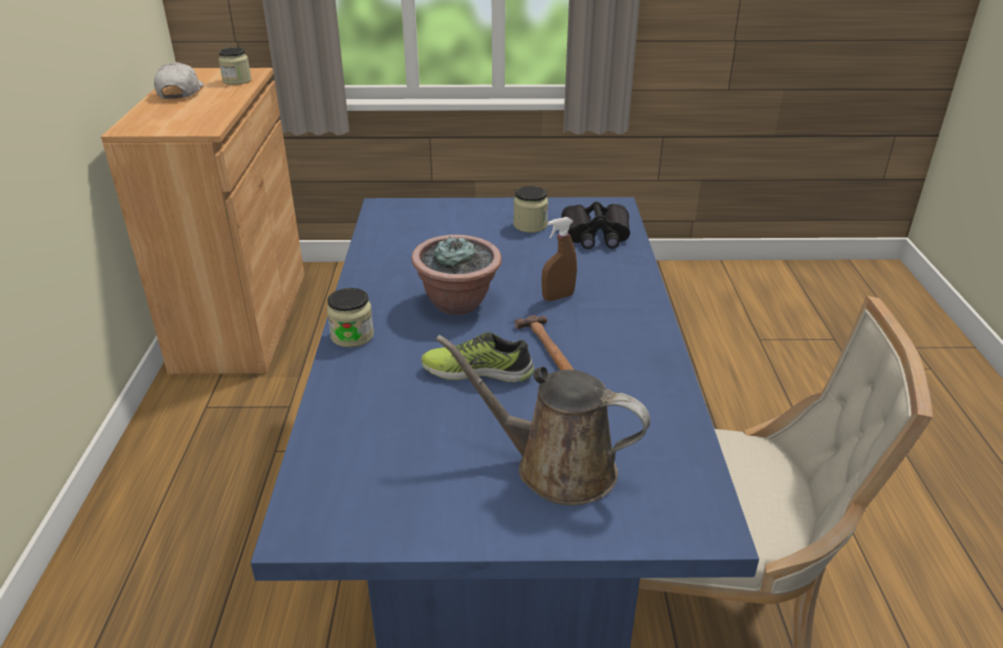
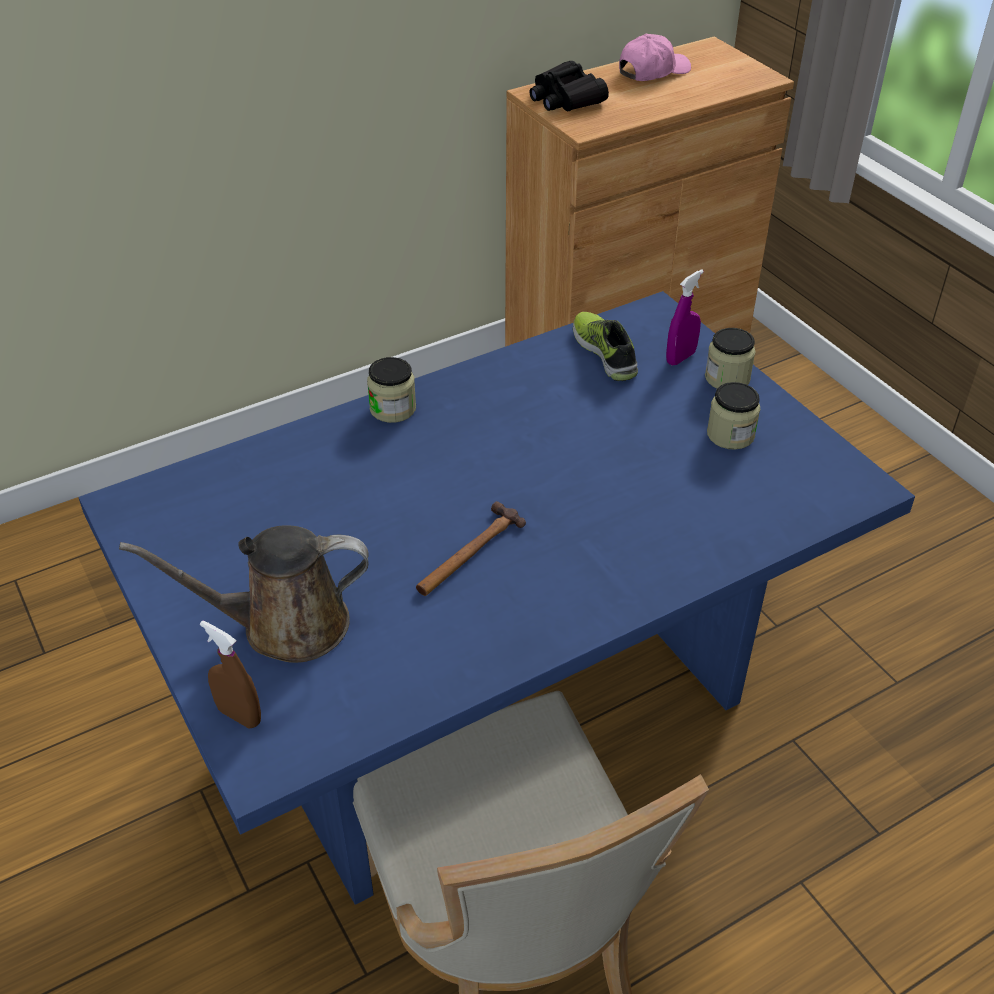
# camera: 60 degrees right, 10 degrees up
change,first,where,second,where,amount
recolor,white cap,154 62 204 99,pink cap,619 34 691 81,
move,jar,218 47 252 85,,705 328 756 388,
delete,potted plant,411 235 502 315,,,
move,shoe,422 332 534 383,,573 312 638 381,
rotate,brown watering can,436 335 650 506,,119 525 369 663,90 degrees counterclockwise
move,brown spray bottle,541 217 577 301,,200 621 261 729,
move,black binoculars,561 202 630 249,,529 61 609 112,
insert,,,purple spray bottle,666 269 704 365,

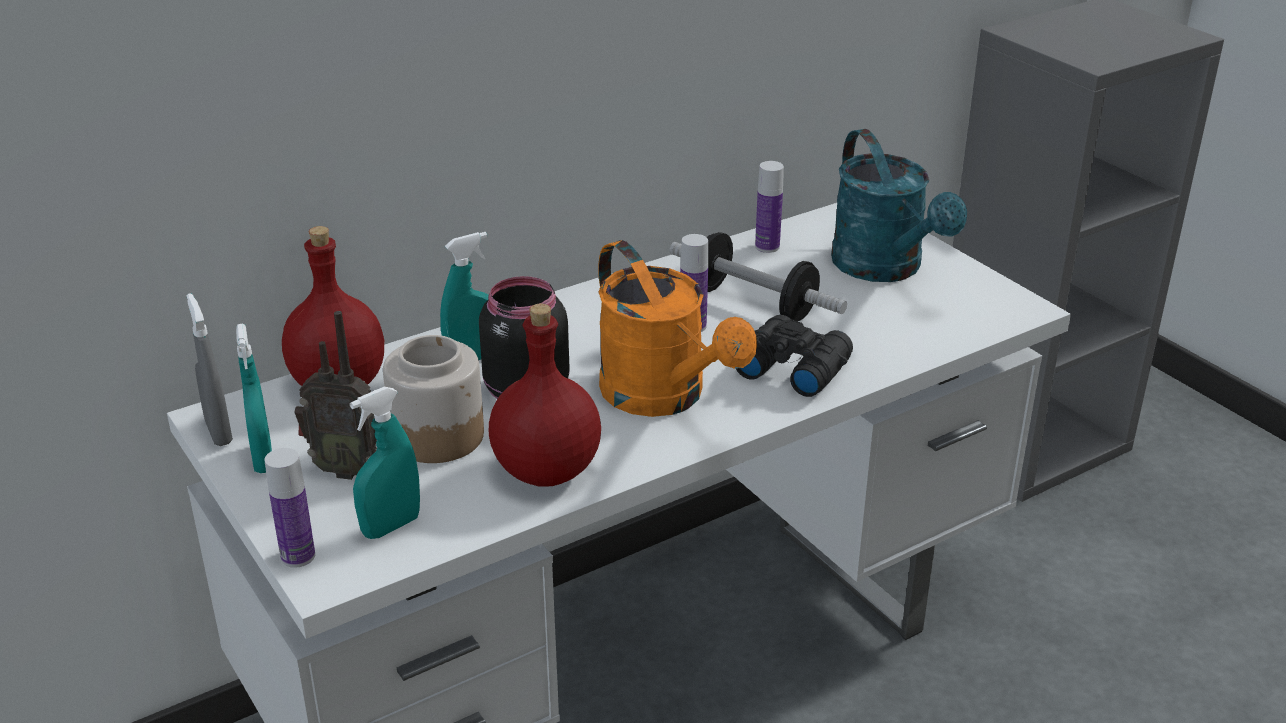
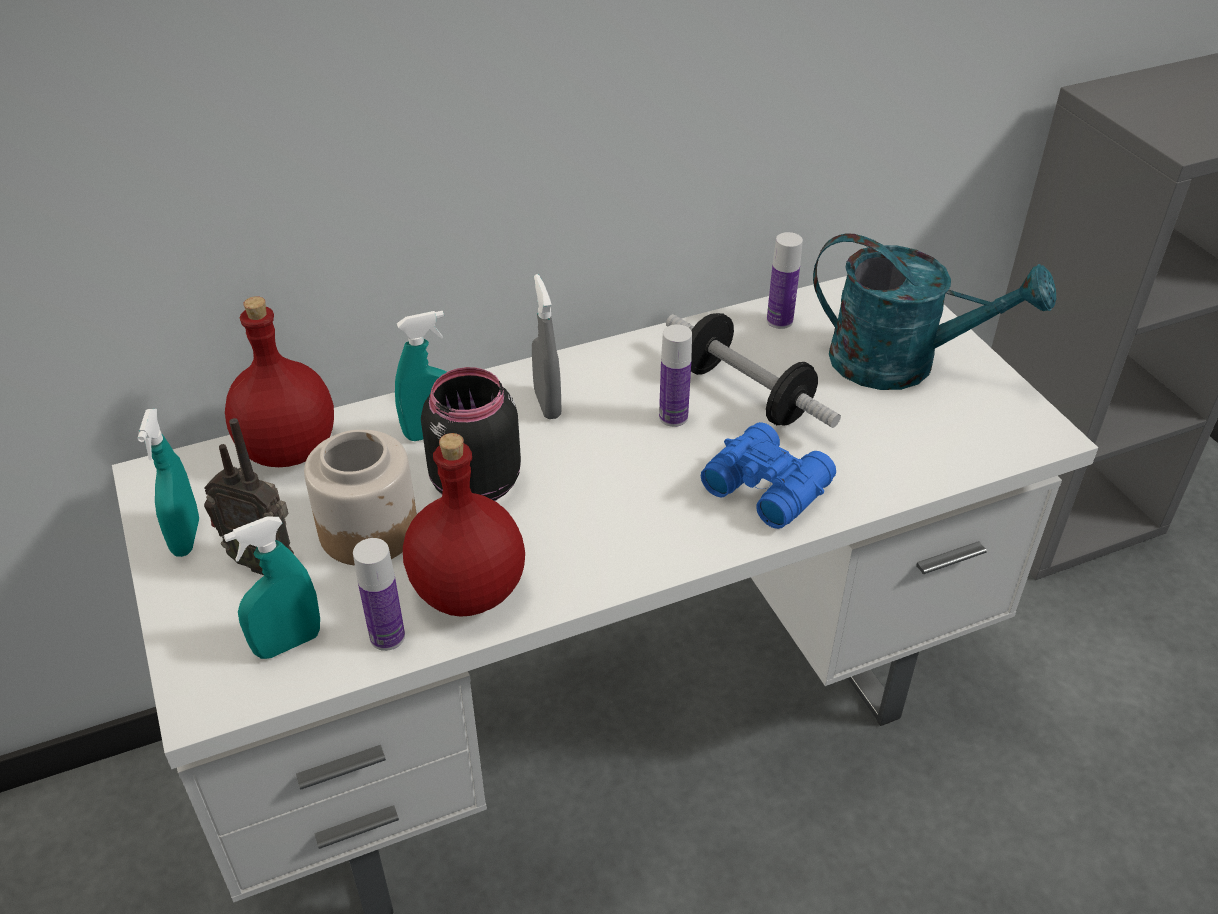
# camera: 10 degrees right, 10 degrees up
change,first,where,second,where,amount
move,grey spray bottle,187 293 233 446,,532 274 561 419,
move,bottle,264 448 315 568,,353 538 405 651,
delete,orange watering can,598 240 757 417,,,
recolor,black binoculars,736 315 853 397,blue binoculars,701 422 836 529,
rotate,turquoise watering can,831 129 967 282,,813 234 1056 390,60 degrees counterclockwise

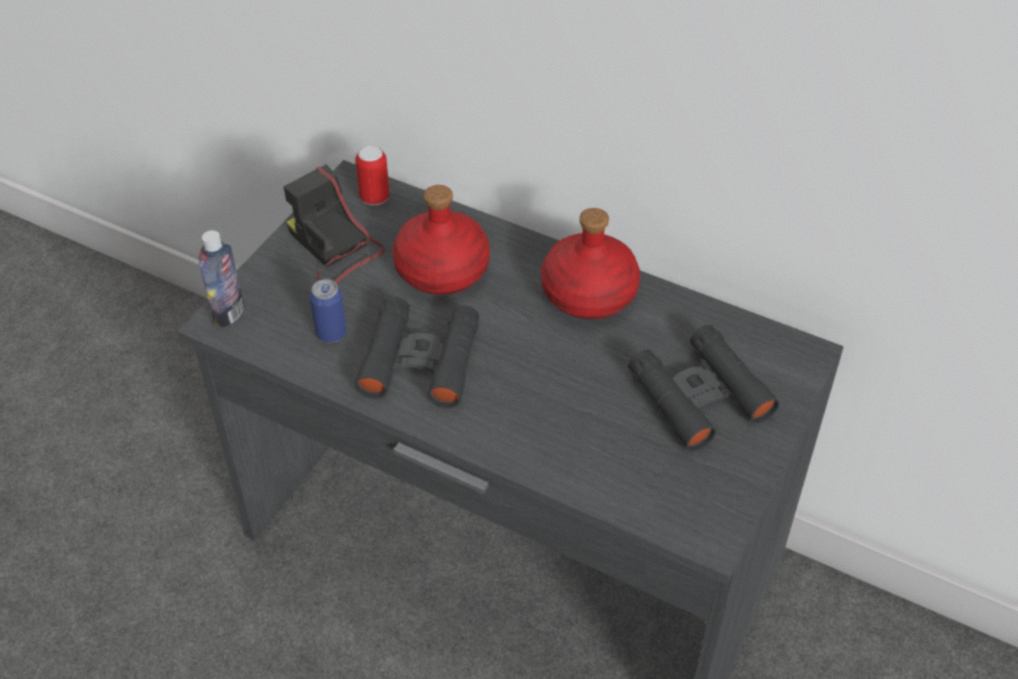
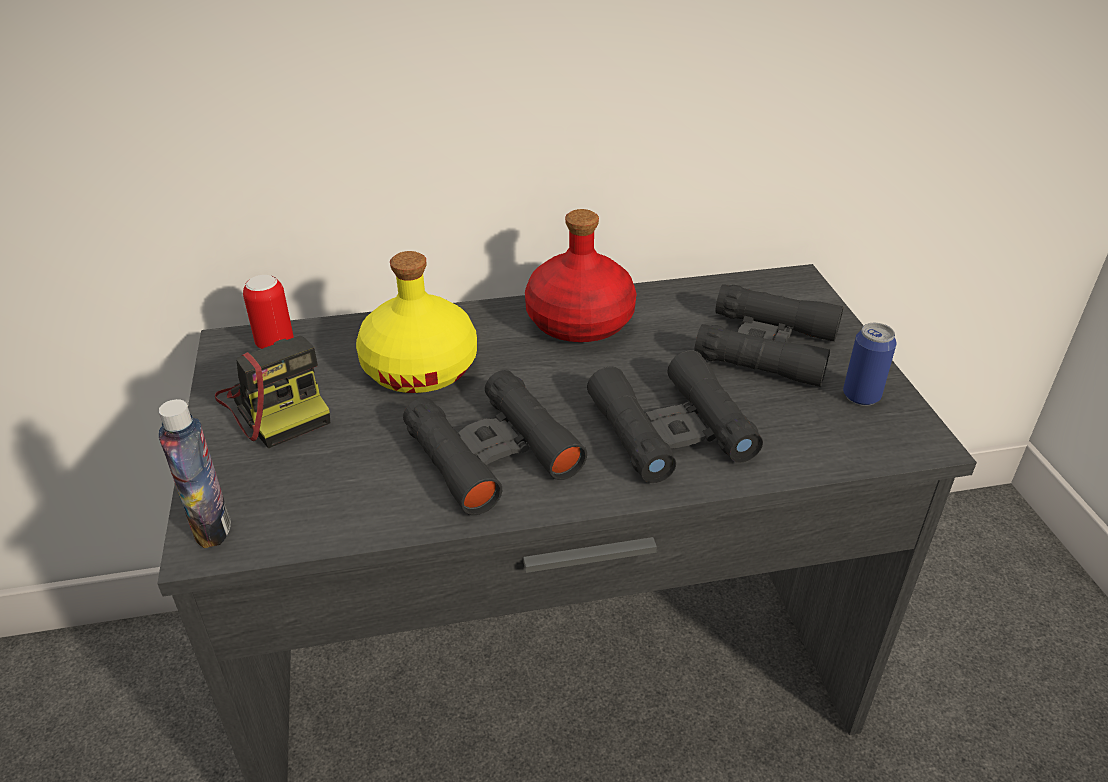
# camera: 40 degrees left, 10 degrees down
change,first,where,second,where,amount
rotate,photo camera,283 165 385 284,,215 336 330 448,135 degrees counterclockwise
move,can,310 279 347 343,,843 323 897 406,
recolor,red bottle,393 185 490 295,yellow bottle,356 251 477 393,
insert,,,black binoculars,587 350 763 483,

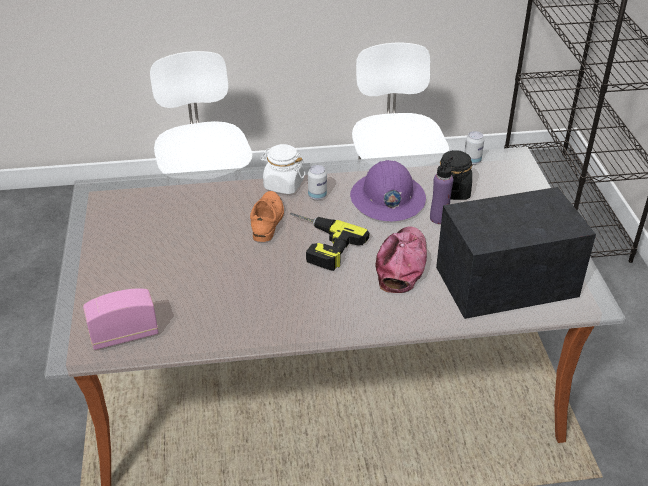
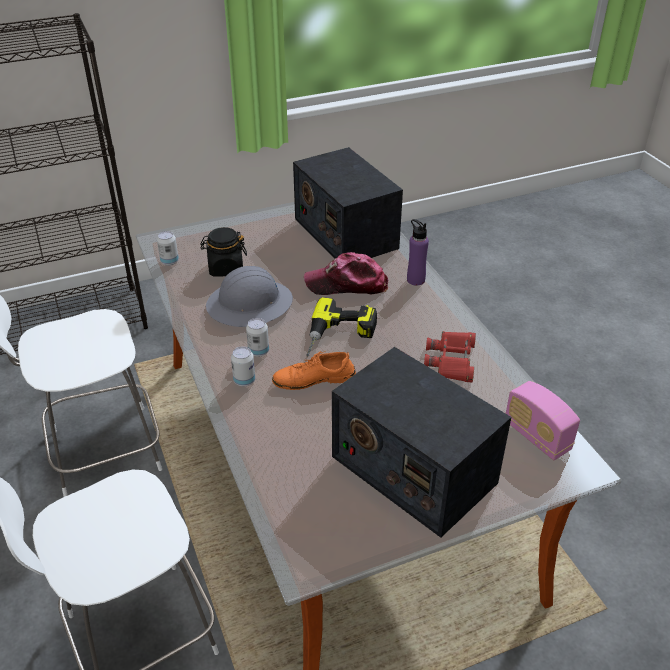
# camera: 105 degrees left, 0 degrees up
change,first,where,second,where,amount
replace,white jar,260 144 305 194,can,231 346 255 386,
recolor,purple hard hat,350 160 426 221,grey hard hat,206 266 293 327,
move,purple bottle,430 157 453 224,,407 219 429 286,
insert,,,radio,332 347 511 538,
insert,,,red binoculars,424 331 476 382,

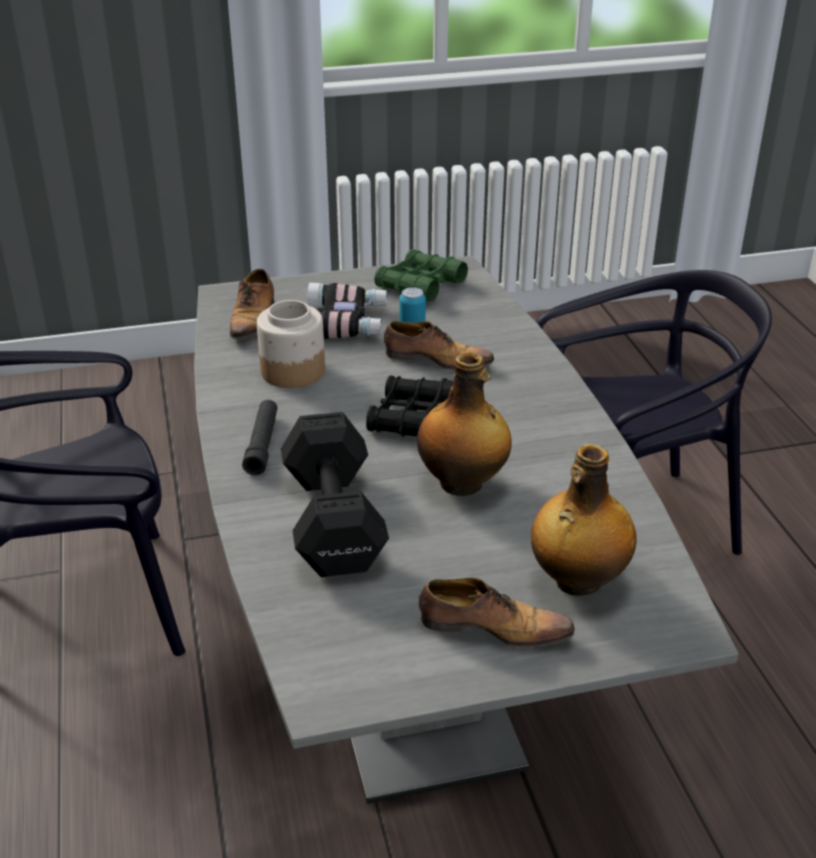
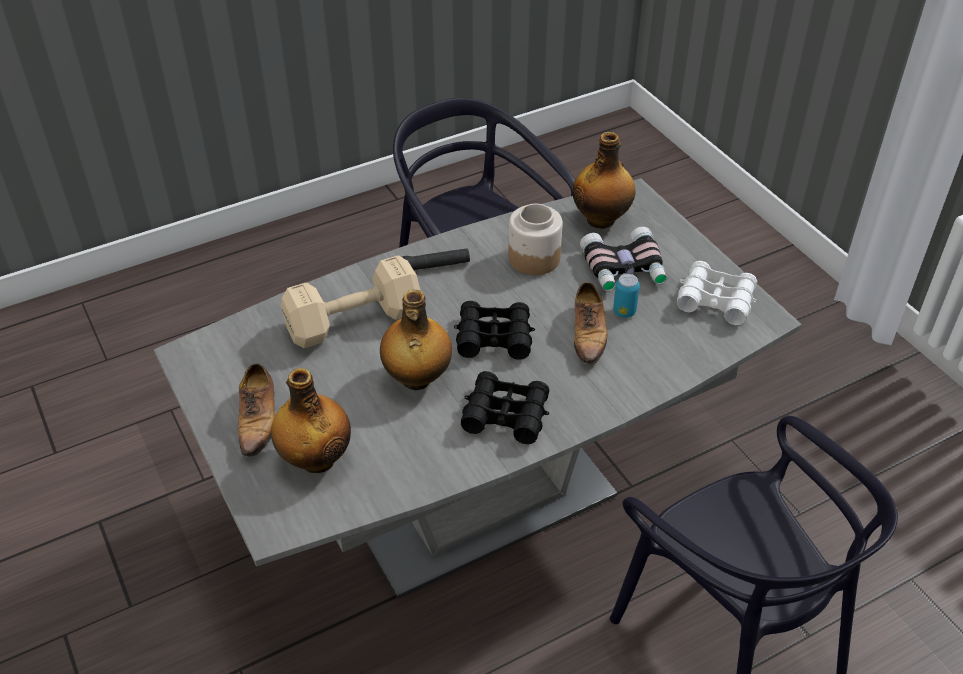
# camera: 75 degrees right, 10 degrees up
change,first,where,second,where,amount
replace,shoe,230 269 274 339,bottle,573 132 635 229,
recolor,black dumbbell,281 412 389 577,beige dumbbell,281 255 420 348,
recolor,green binoculars,374 249 468 302,white binoculars,677 261 757 325,
insert,,,black binoculars,461 371 549 444,

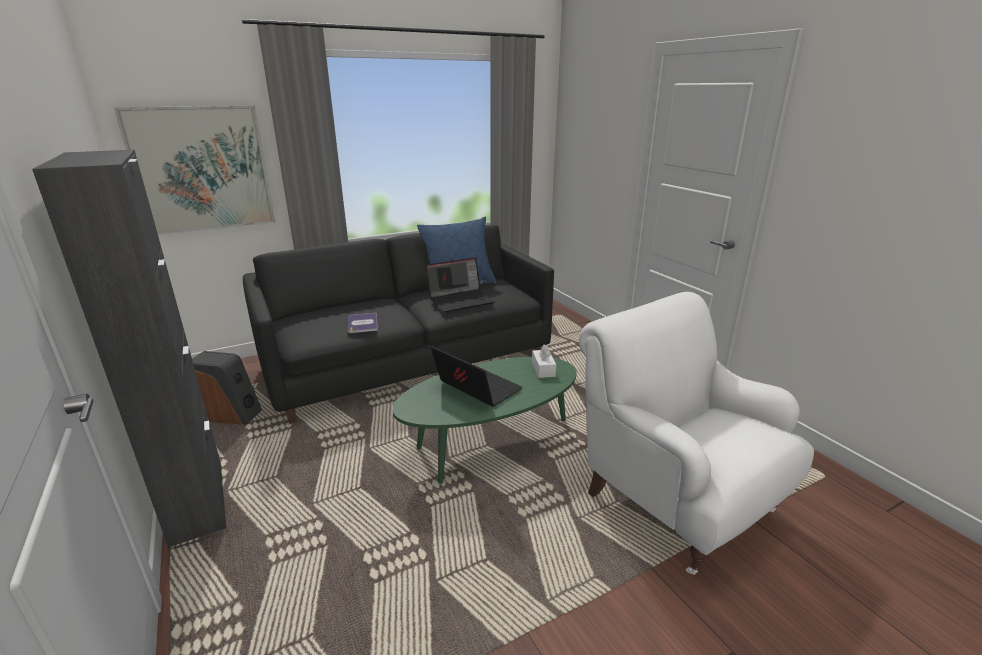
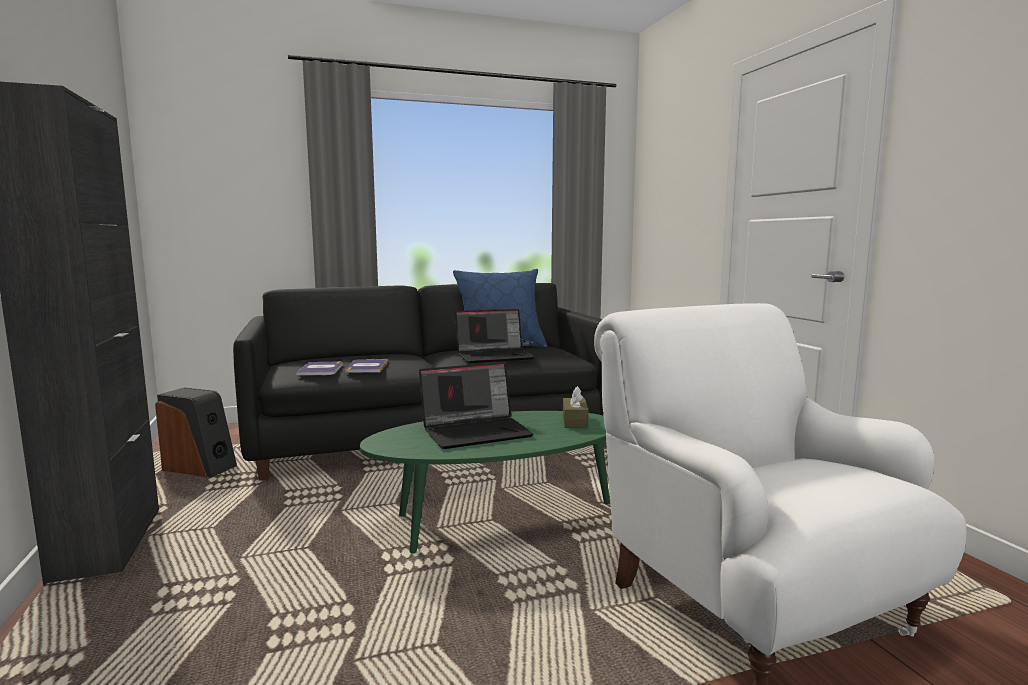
# camera: 10 degrees right, 15 degrees down
change,first,where,second,where,amount
delete,picture,114 106 275 235,,,
rotate,laptop,431 346 523 407,,419 362 534 449,105 degrees clockwise
recolor,white tissue box,532 345 556 378,brown tissue box,563 386 589 428,
insert,,,book,296 362 343 376,

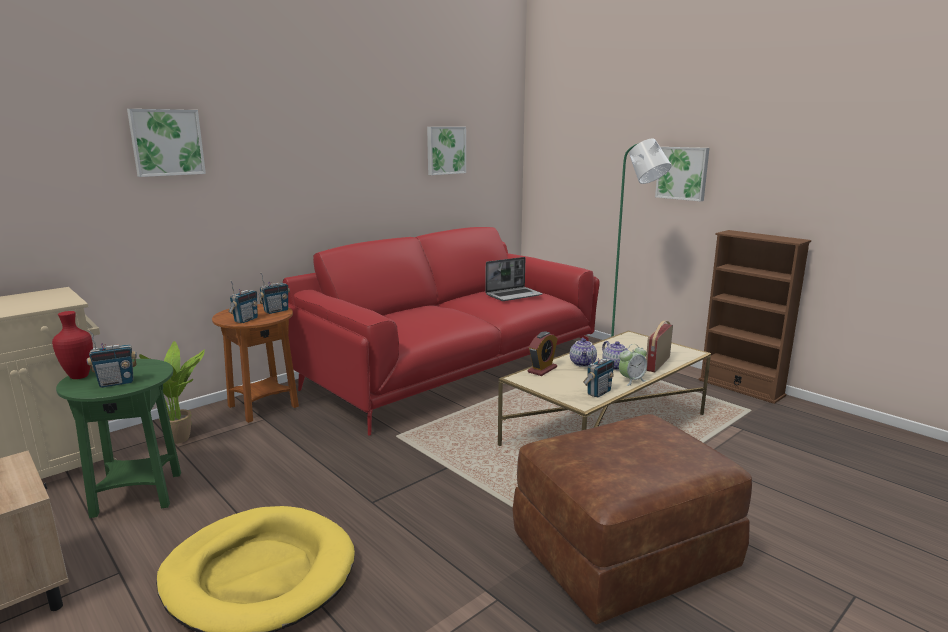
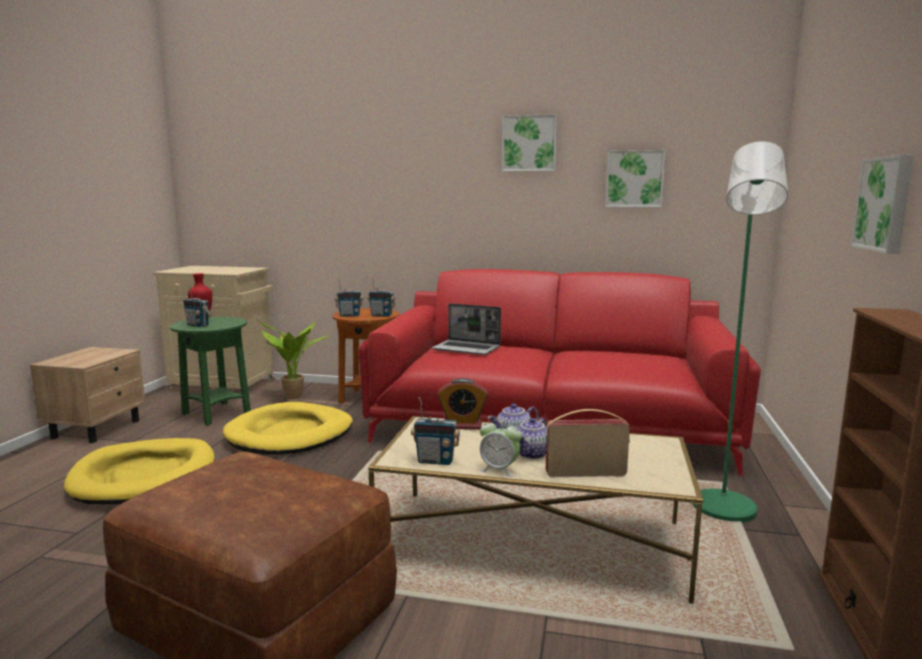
# camera: 55 degrees right, 5 degrees down
change,first,where,second,where,amount
move,picture,127 109 206 177,,502 114 557 172,
move,laptop,485 257 543 301,,432 303 501 355,
insert,,,yellow dog bed,223 402 353 455,

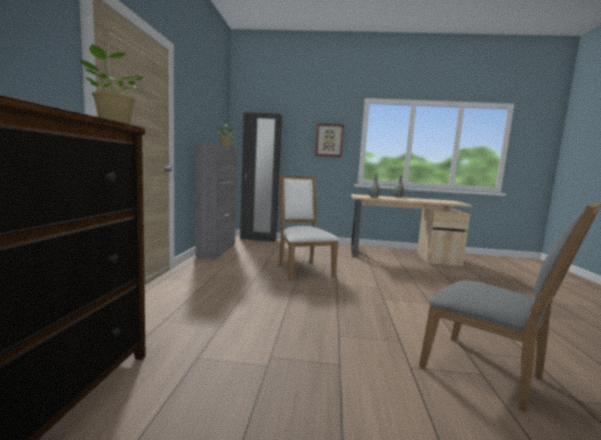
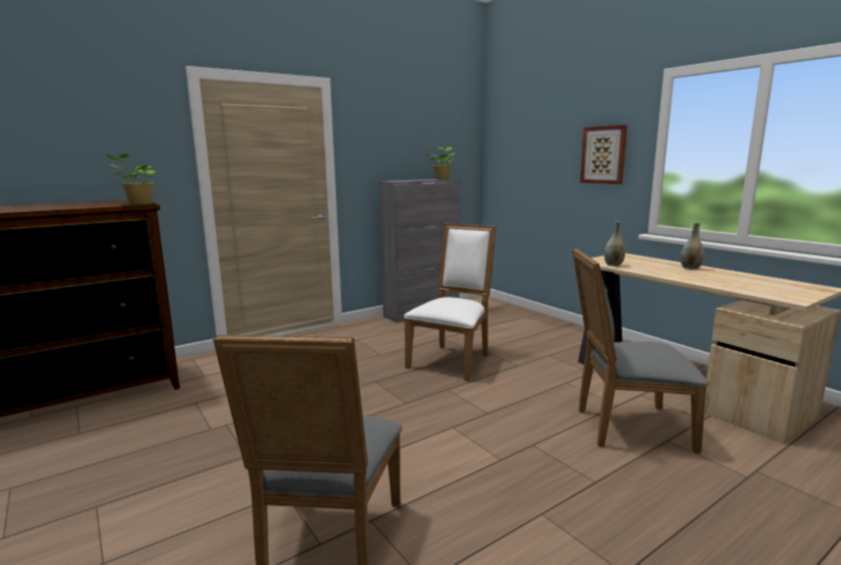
# camera: 50 degrees right, 5 degrees up
change,first,where,second,where,amount
delete,black wardrobe,240 112 282 242,,,
insert,,,grey chair,572 248 708 453,

